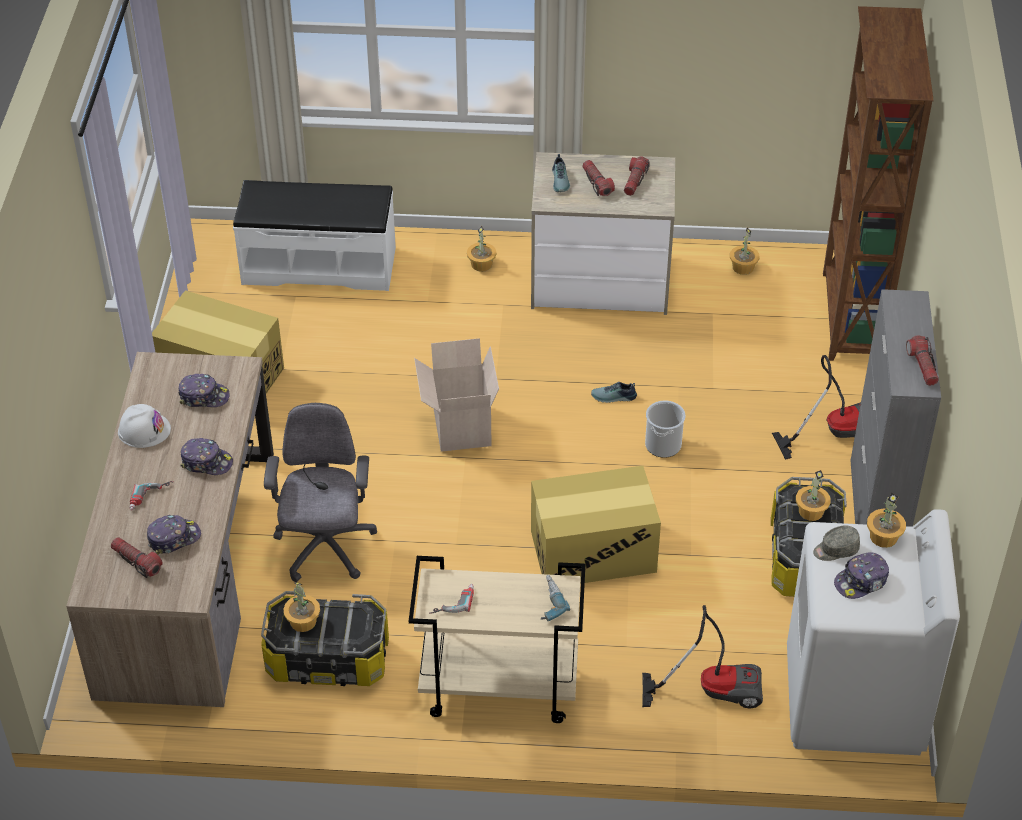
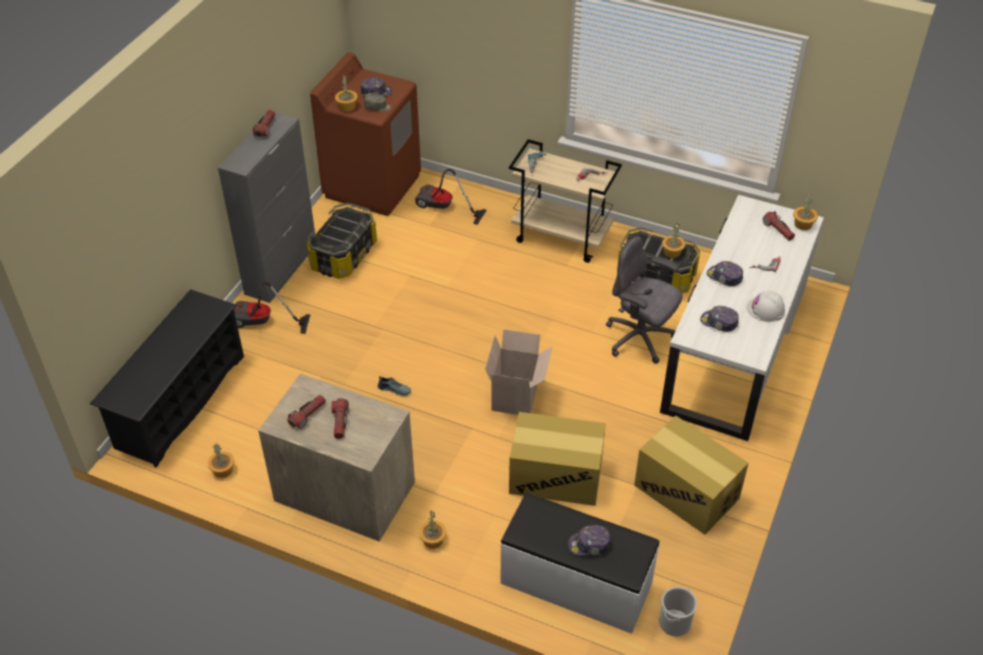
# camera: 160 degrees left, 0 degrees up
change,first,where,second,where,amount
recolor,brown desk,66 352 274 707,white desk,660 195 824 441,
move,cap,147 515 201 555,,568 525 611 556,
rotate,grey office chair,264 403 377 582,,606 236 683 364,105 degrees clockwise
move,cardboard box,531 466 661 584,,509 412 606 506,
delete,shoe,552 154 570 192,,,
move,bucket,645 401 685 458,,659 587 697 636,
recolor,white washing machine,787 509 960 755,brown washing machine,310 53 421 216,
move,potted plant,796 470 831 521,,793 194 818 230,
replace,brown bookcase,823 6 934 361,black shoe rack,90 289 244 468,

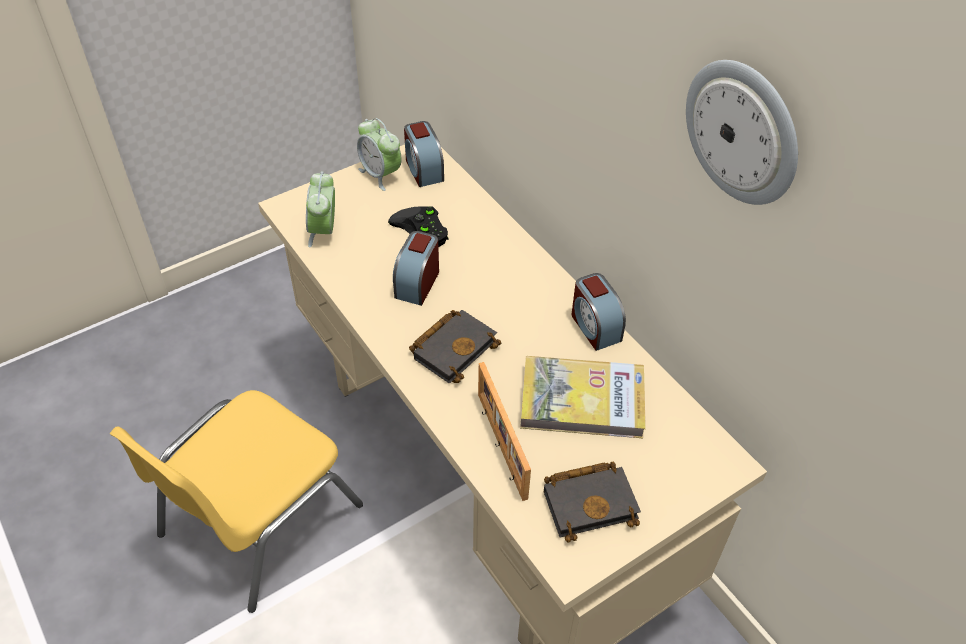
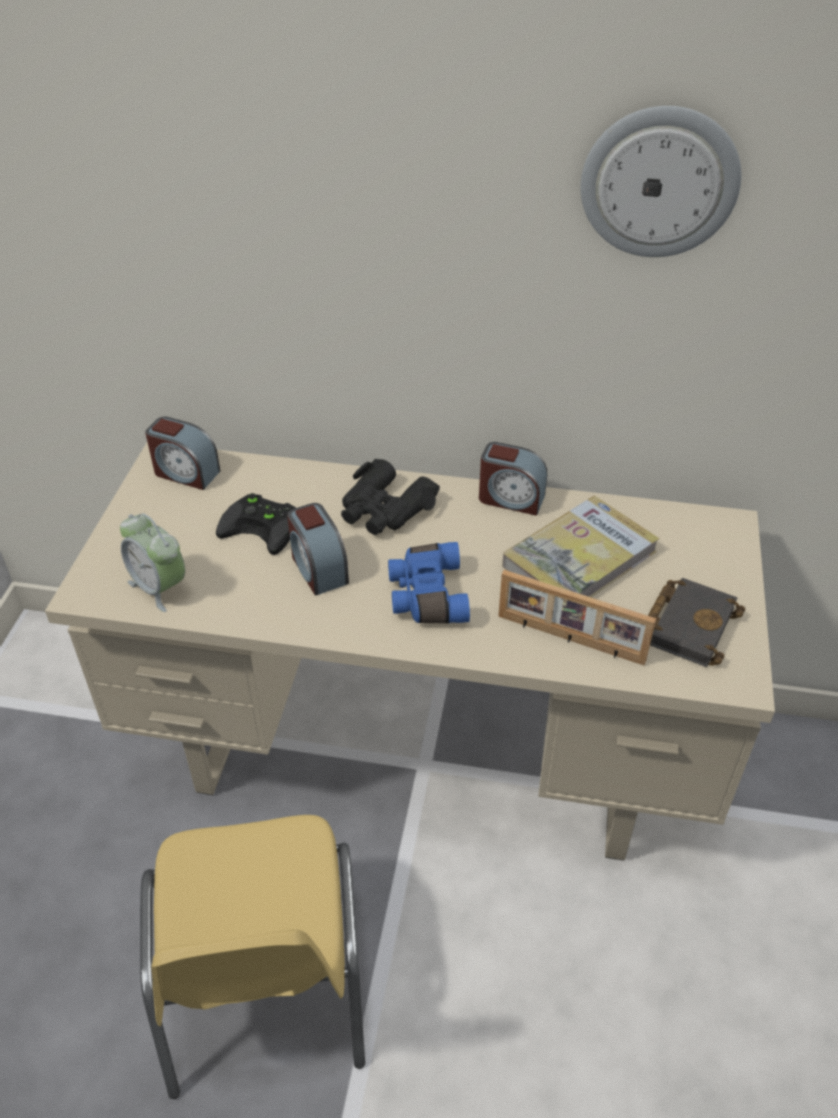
# camera: 45 degrees left, 5 degrees down
change,first,where,second,where,amount
delete,alarm clock,357 118 401 191,,,
replace,black book,409 310 501 384,blue binoculars,388 542 470 624,
insert,,,black binoculars,341 459 440 535,

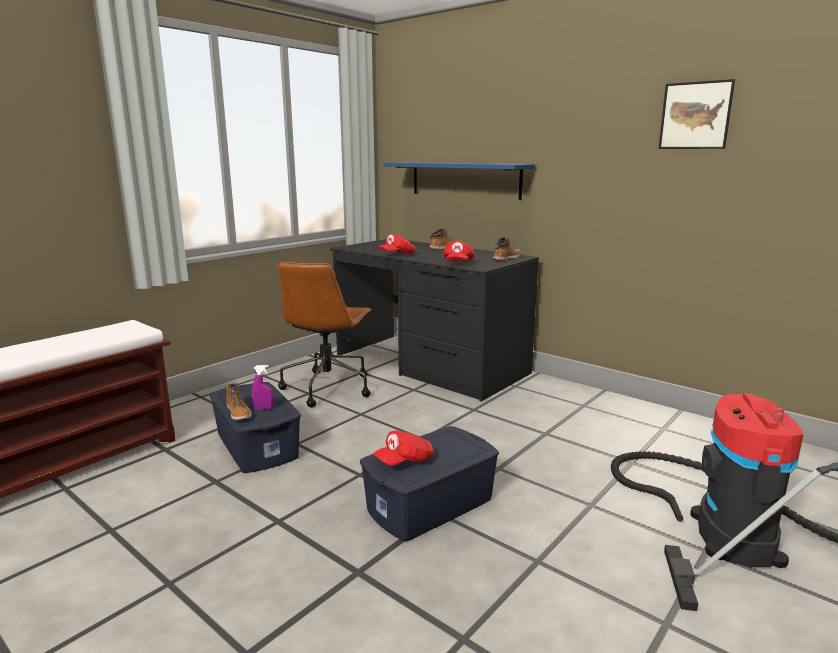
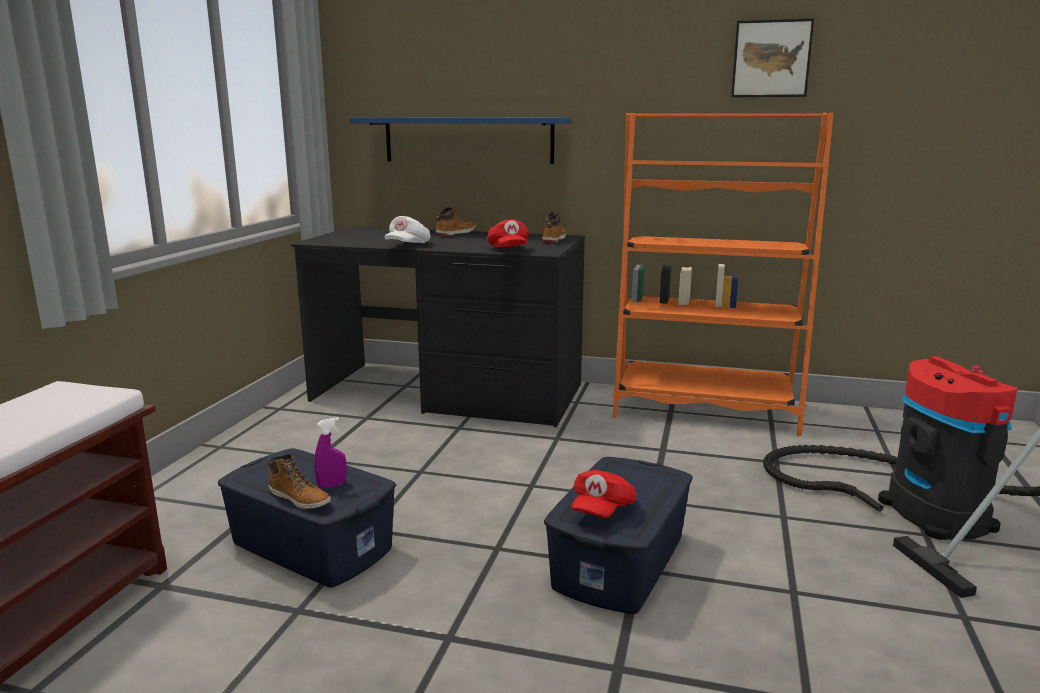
# camera: 25 degrees left, 0 degrees up
change,first,where,second,where,amount
delete,brown office chair,277 262 372 407,,,
recolor,red cap,378 234 416 254,white cap,385 216 431 243,
insert,,,orange bookcase,613 113 834 436,

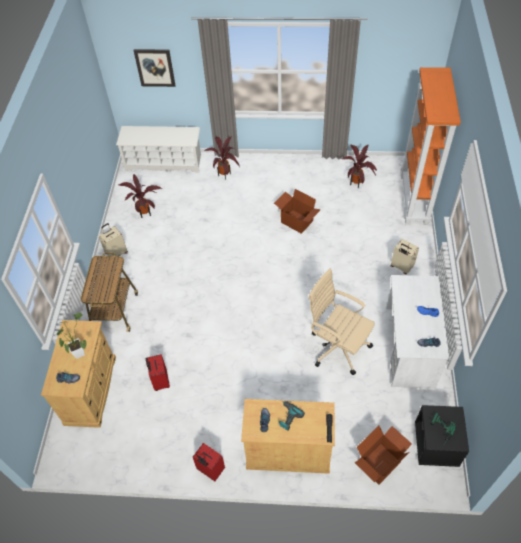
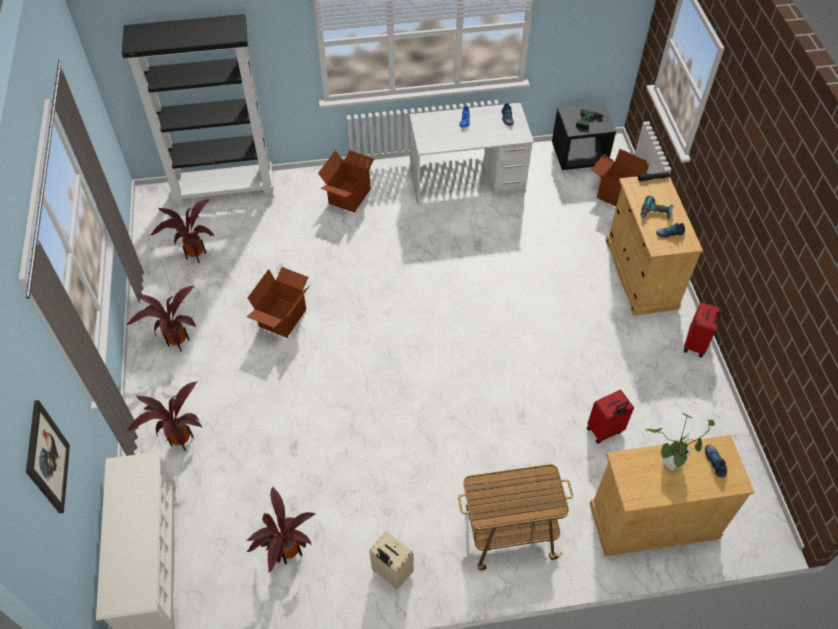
# camera: 105 degrees left, 0 degrees up
change,first,where,second,where,amount
delete,beige office chair,308 269 375 375,,,
replace,beige suitcase,390 239 419 274,cardboard box,318 150 374 213,
recolor,orange bookcase,401 67 461 225,black bookcase,122 14 274 207,
insert,,,potted plant,127 286 196 352,

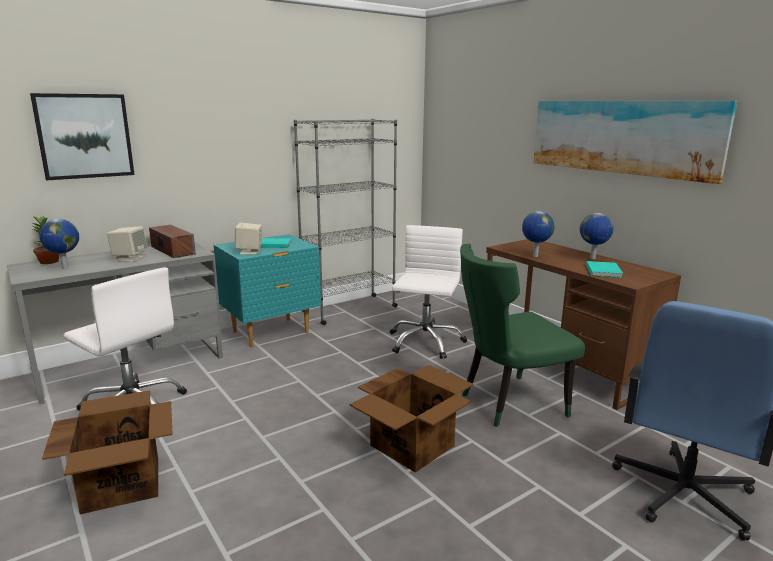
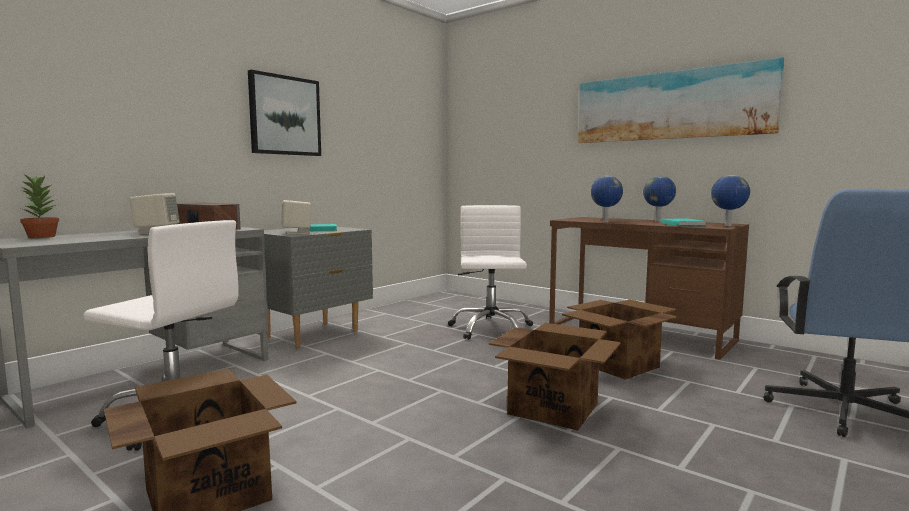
# camera: 15 degrees left, 10 degrees down
change,first,where,second,where,amount
move,picture,30 93 135 180,,248 70 321 156,
move,globe,39 219 79 269,,711 175 750 226,
recolor,turquoise nightstand,214 234 321 347,grey nightstand,264 227 373 349,
delete,grey bookcase,294 119 398 325,,,
replace,green chair,460 243 585 427,cardboard box,562 299 679 380,

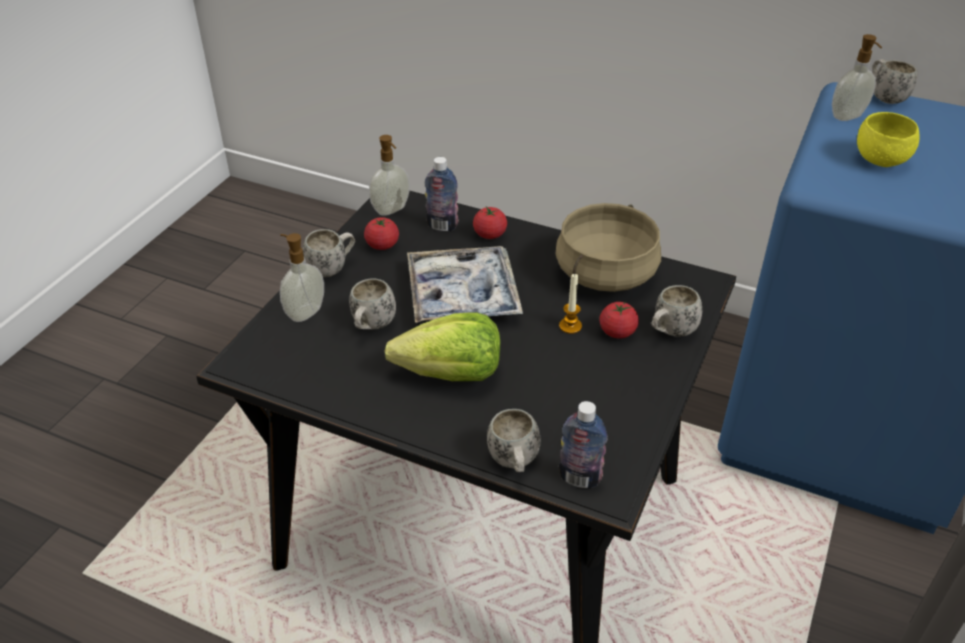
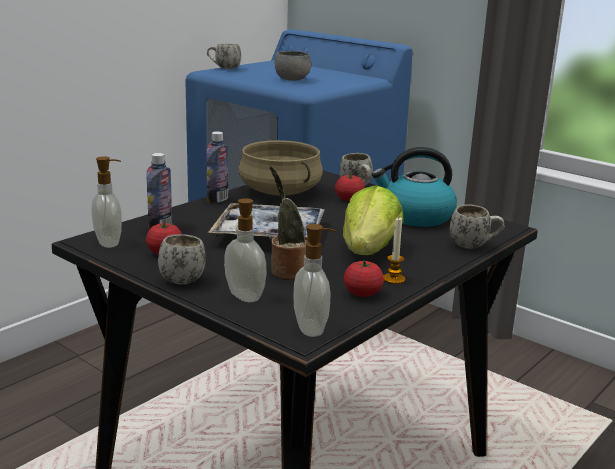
# camera: 75 degrees left, 20 degrees down
change,first,where,second,where,amount
replace,white mug,349 278 396 329,potted plant,270 166 309 280,
move,tomato,473 206 507 239,,344 260 384 297,
move,candle,559 274 582 334,,383 218 405 284,
move,bottle,559 401 608 488,,207 132 229 203,
move,soap dispenser,832 34 882 121,,293 224 336 337,
recolor,yellow bowl,857 112 920 167,grey bowl,275 51 311 81,
insert,,,kettle,372 147 457 227,

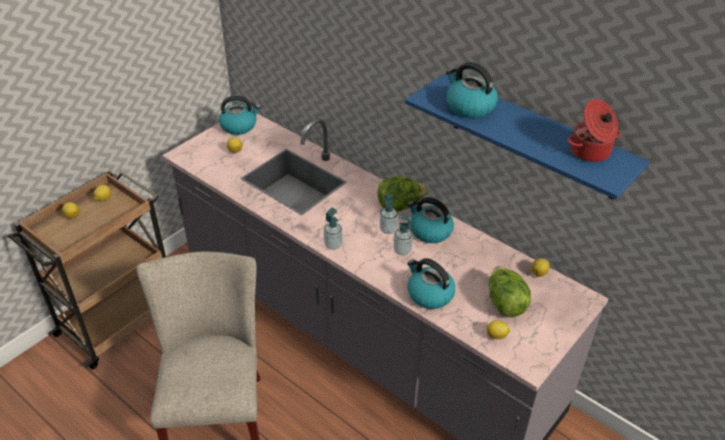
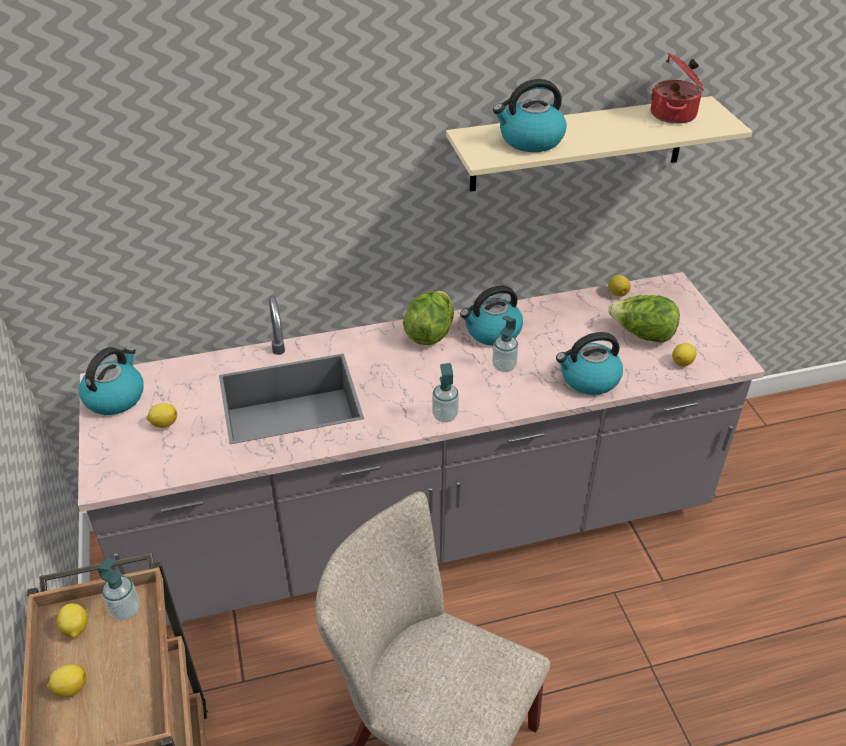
# camera: 55 degrees left, 0 degrees up
change,first,where,second,where,amount
move,soap dispenser,379 194 398 234,,98 558 140 621,
recolor,blue shelf,405 74 650 200,beige shelf,446 96 753 192,

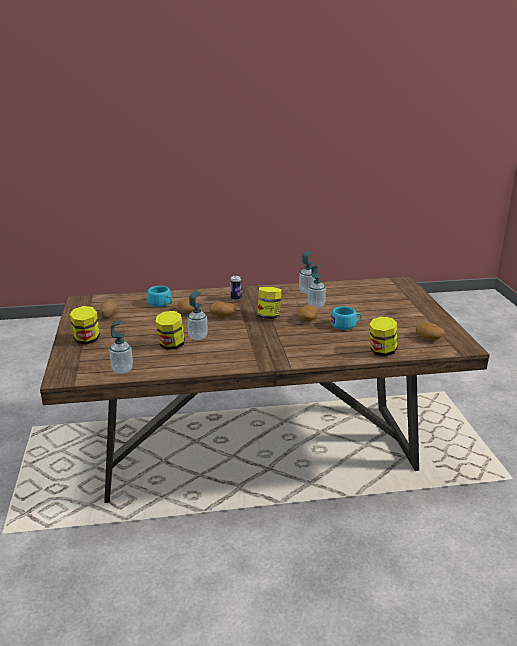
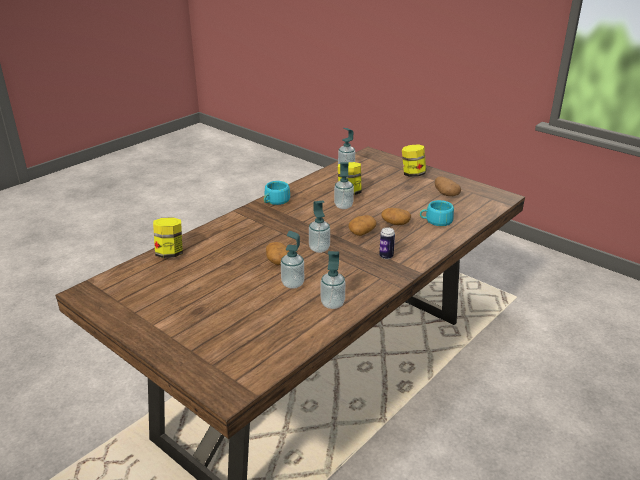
# camera: 140 degrees right, 5 degrees up
change,first,where,second,where,amount
replace,jar,257 287 282 319,soap dispenser,309 200 330 253,
move,turquoise cup,331 306 362 330,,264 181 290 205,
delete,potato,416 323 445 340,,,

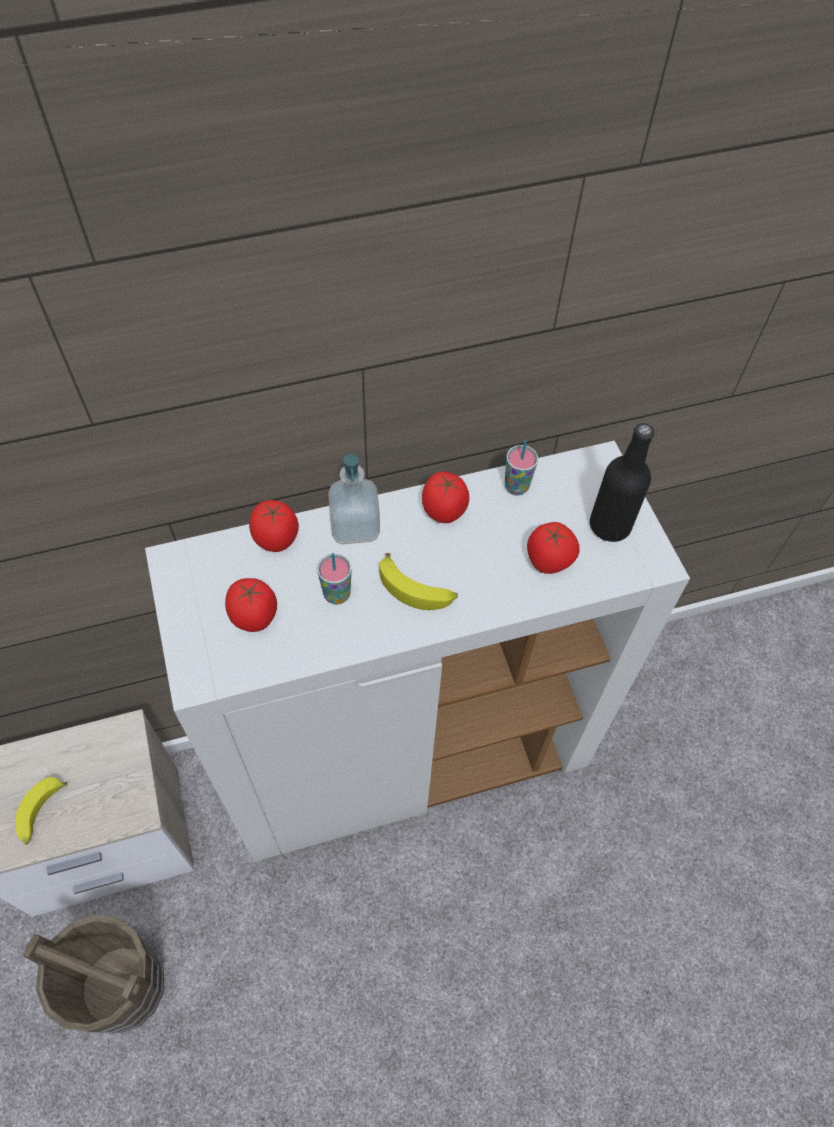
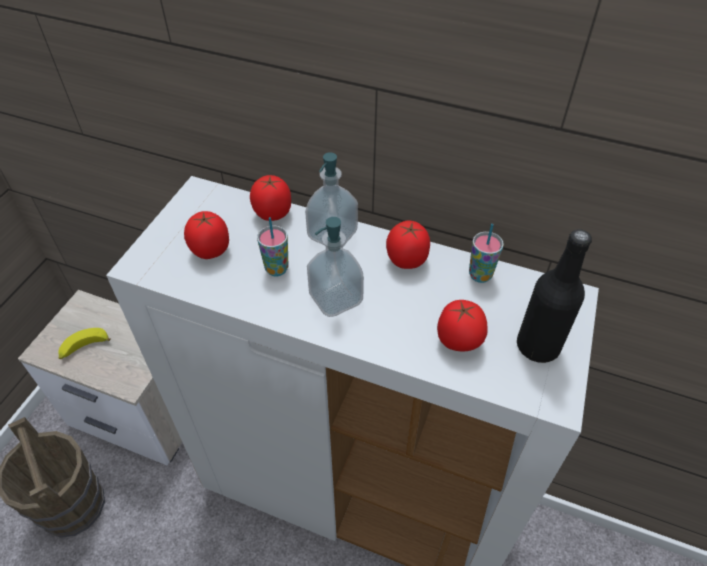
# camera: 40 degrees right, 10 degrees down
change,first,where,second,where,amount
replace,banana,379 553 458 610,soap dispenser,307 217 364 317,

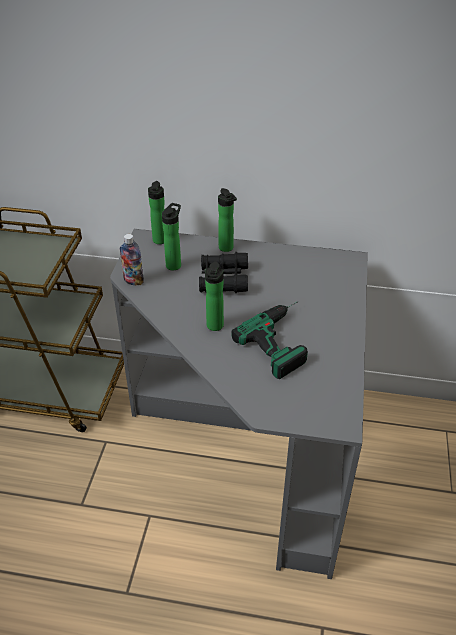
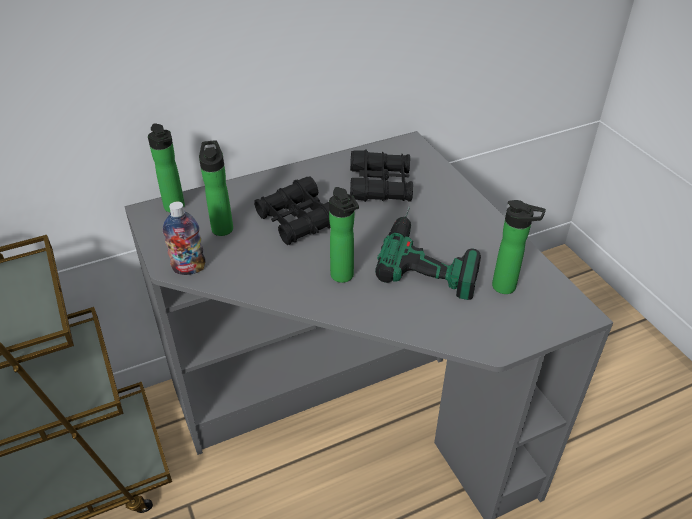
# camera: 35 degrees left, 0 degrees up
change,first,where,second,where,amount
move,bottle,218 188 237 252,,492 200 546 294,
insert,,,black binoculars,350 149 413 202,

